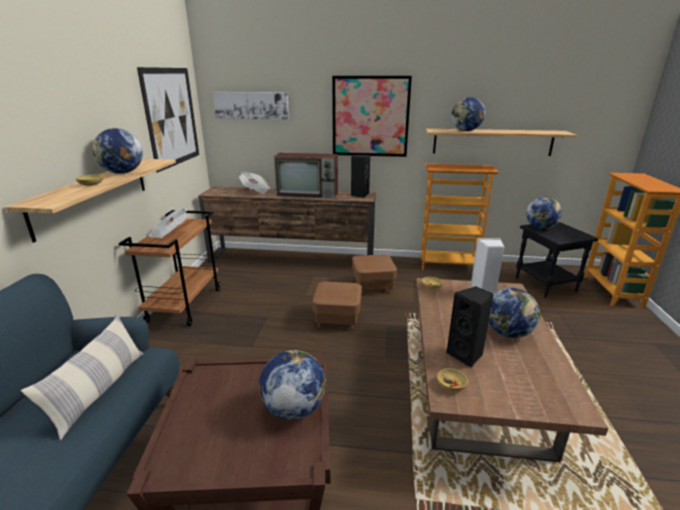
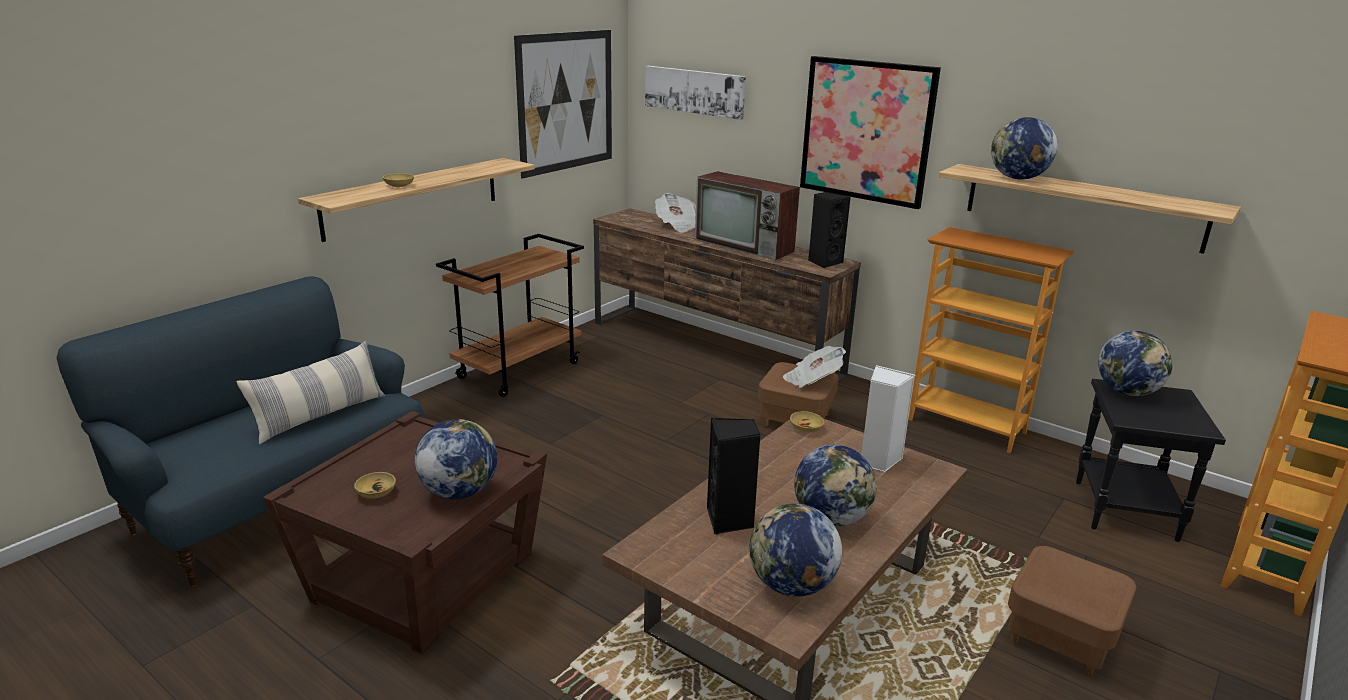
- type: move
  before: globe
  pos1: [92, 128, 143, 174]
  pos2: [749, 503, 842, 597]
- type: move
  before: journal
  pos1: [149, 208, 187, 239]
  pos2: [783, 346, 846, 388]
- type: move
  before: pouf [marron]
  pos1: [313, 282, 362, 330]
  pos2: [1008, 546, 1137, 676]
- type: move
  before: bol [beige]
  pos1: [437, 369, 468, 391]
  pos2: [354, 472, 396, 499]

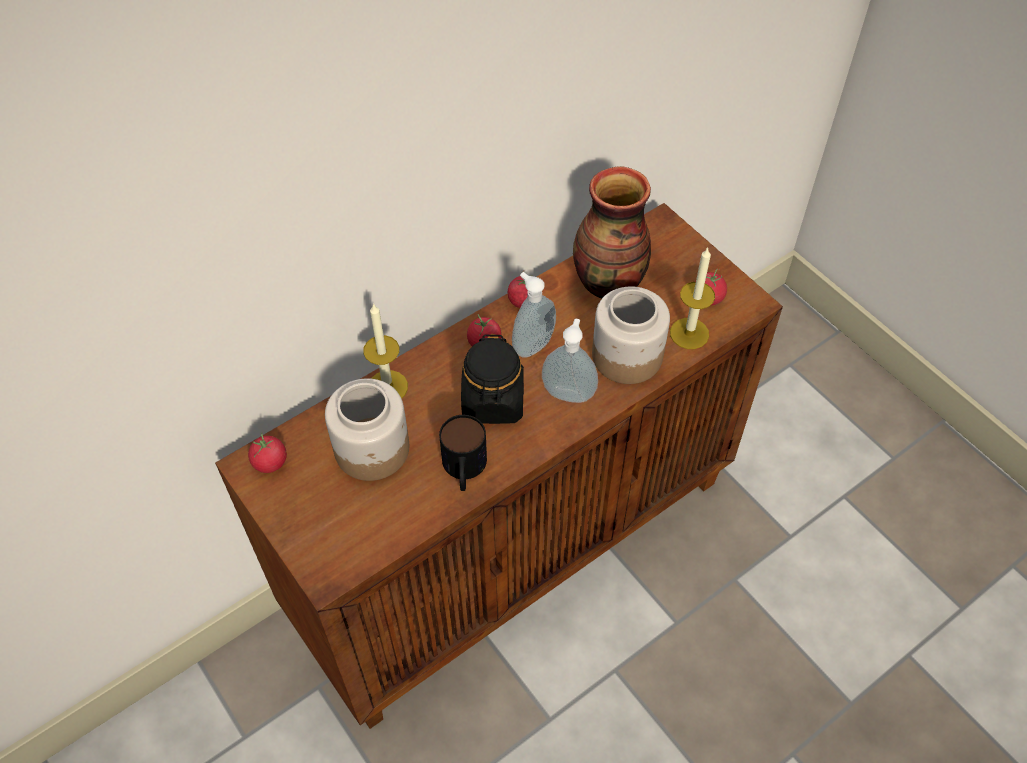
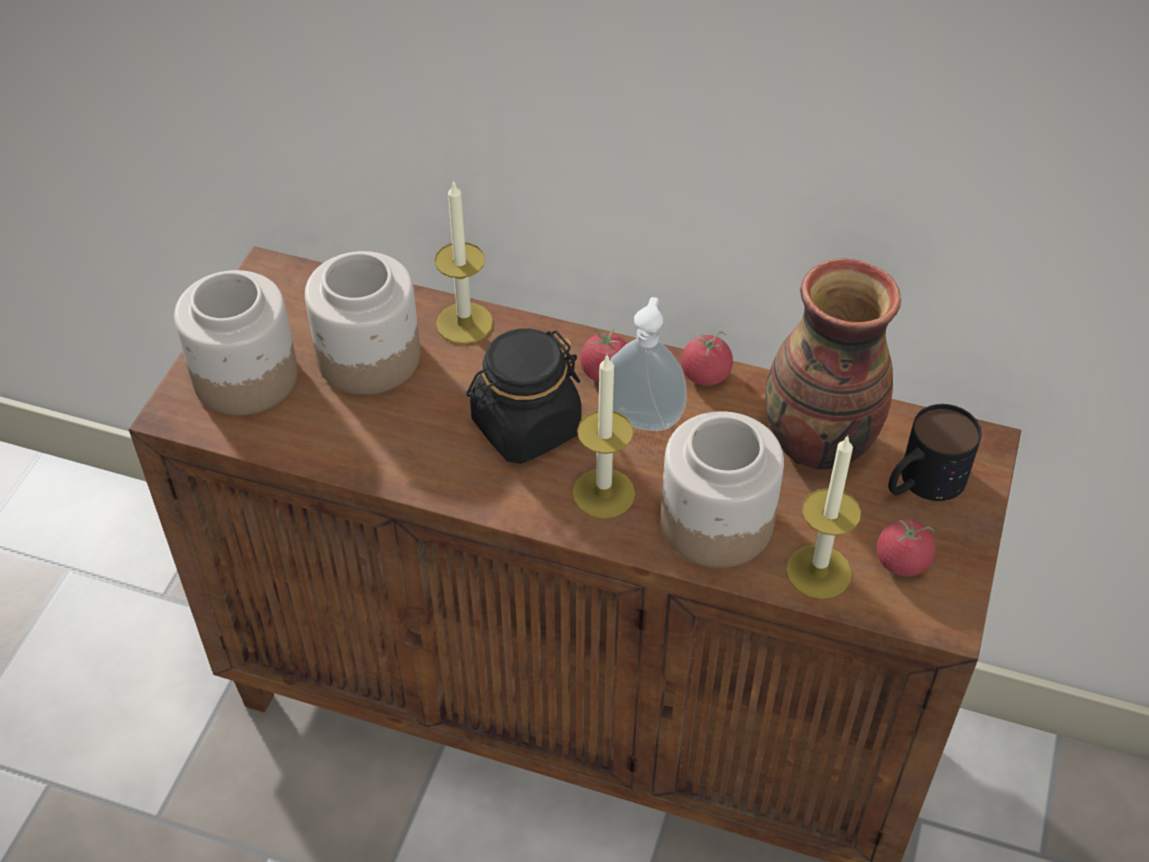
- type: delete
  before: tomate
  pos1: [248, 433, 287, 473]
- type: move
  before: mug
  pos1: [439, 415, 487, 491]
  pos2: [888, 404, 982, 501]
- type: replace
  before: distributeur de savon
  after: bougie
  pos1: [542, 318, 598, 403]
  pos2: [572, 356, 635, 519]
- type: insert
  after: bocal
  pos2: [174, 270, 298, 415]

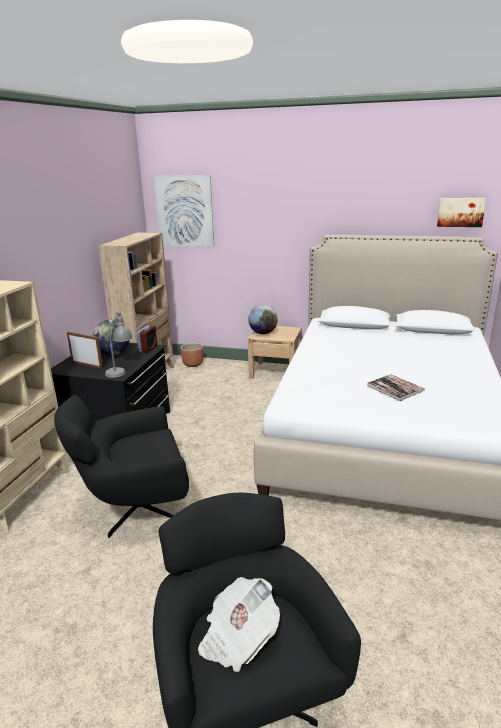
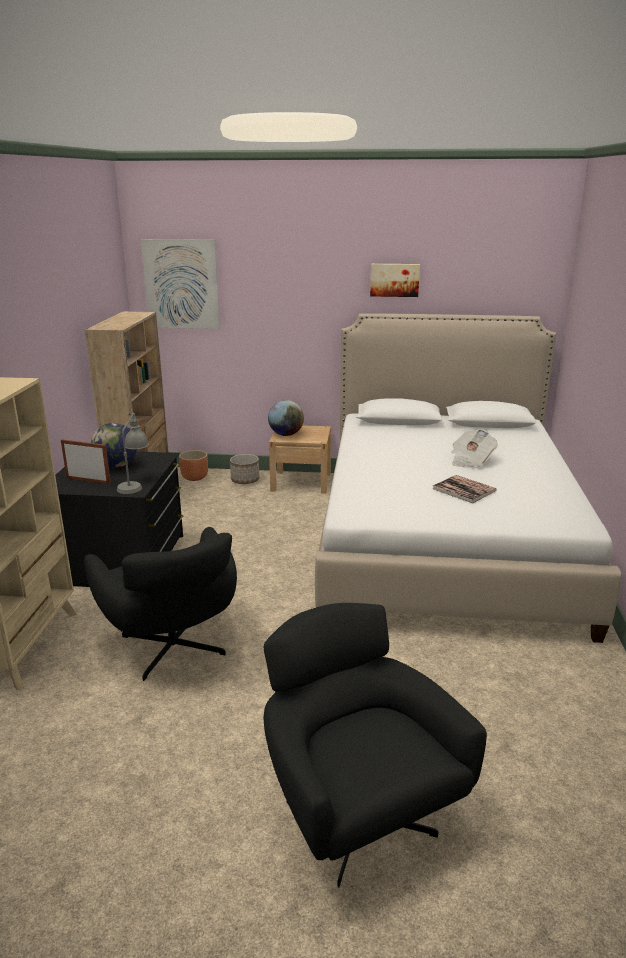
- type: rotate
  before: fauteuil [noir]
  pos1: [54, 395, 189, 538]
  pos2: [84, 527, 237, 681]
  turn: -90
- type: delete
  before: réveil
  pos1: [137, 325, 157, 353]
- type: move
  before: journal
  pos1: [198, 577, 280, 672]
  pos2: [451, 429, 498, 467]
- type: move
  before: tableau
  pos1: [437, 198, 486, 227]
  pos2: [370, 264, 420, 297]
- type: insert
  after: cache-pot
  pos2: [230, 454, 259, 484]

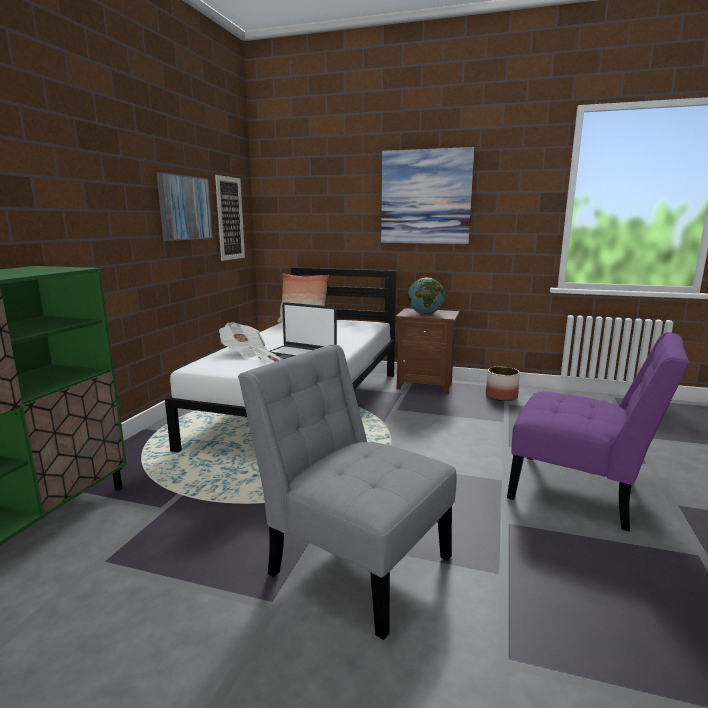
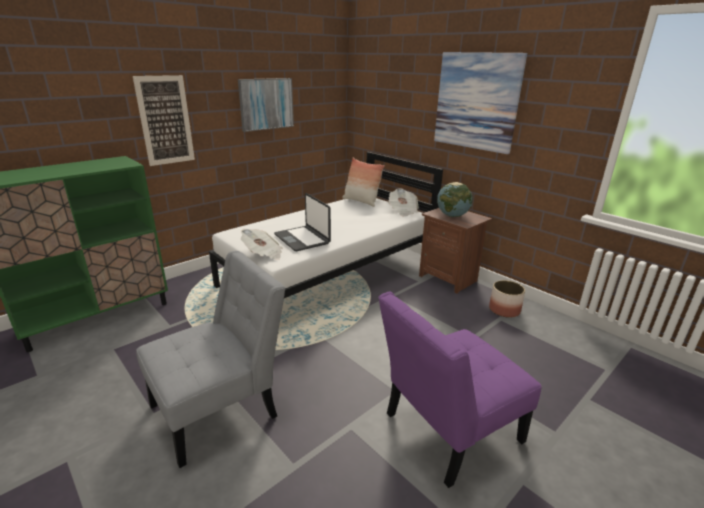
- type: move
  before: tableau
  pos1: [215, 175, 245, 261]
  pos2: [133, 75, 195, 166]
- type: move
  before: journal
  pos1: [219, 322, 267, 358]
  pos2: [388, 188, 419, 217]
- type: rotate
  before: chaise [gris]
  pos1: [238, 345, 456, 640]
  pos2: [136, 251, 286, 468]
  turn: 75
- type: rotate
  before: chaise [violet]
  pos1: [507, 332, 689, 532]
  pos2: [378, 292, 542, 488]
  turn: 90

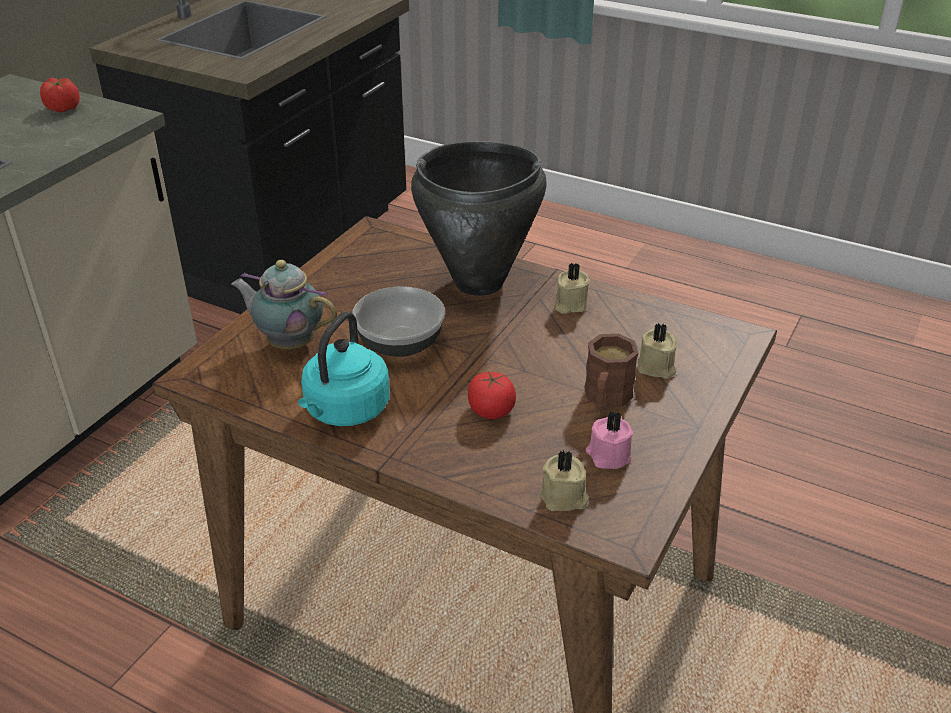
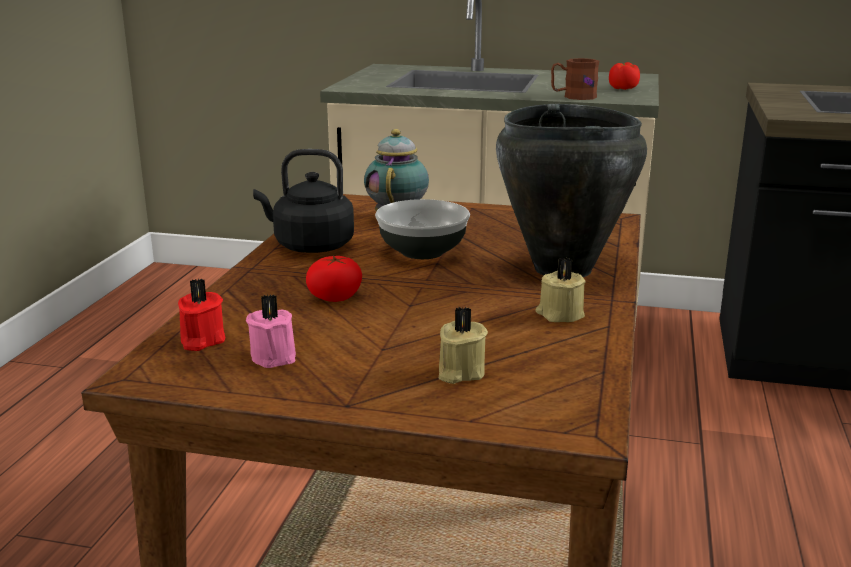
- type: recolor
  before: bouilloire [turquoise]
  after: bouilloire [noir]
  pos1: [298, 311, 390, 426]
  pos2: [253, 149, 354, 253]
- type: recolor
  before: bougie [beige]
  after: bougie [rouge]
  pos1: [540, 450, 589, 511]
  pos2: [178, 279, 225, 351]
- type: move
  before: mug [marron]
  pos1: [584, 334, 638, 410]
  pos2: [551, 58, 599, 100]

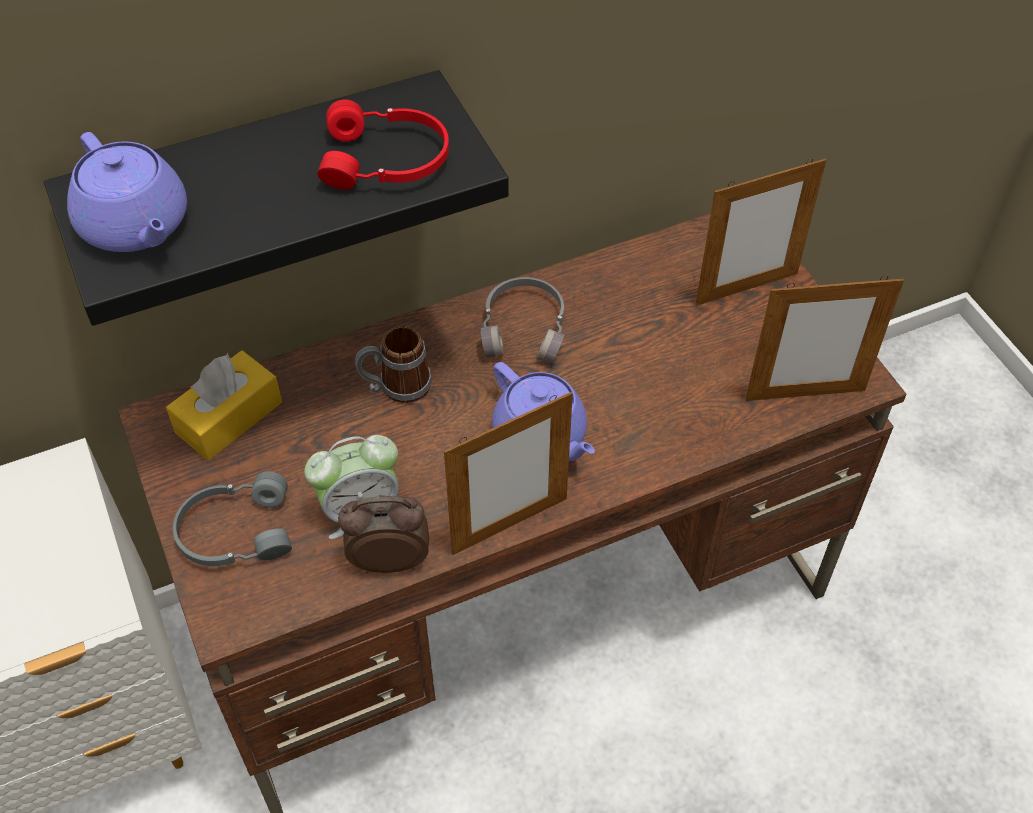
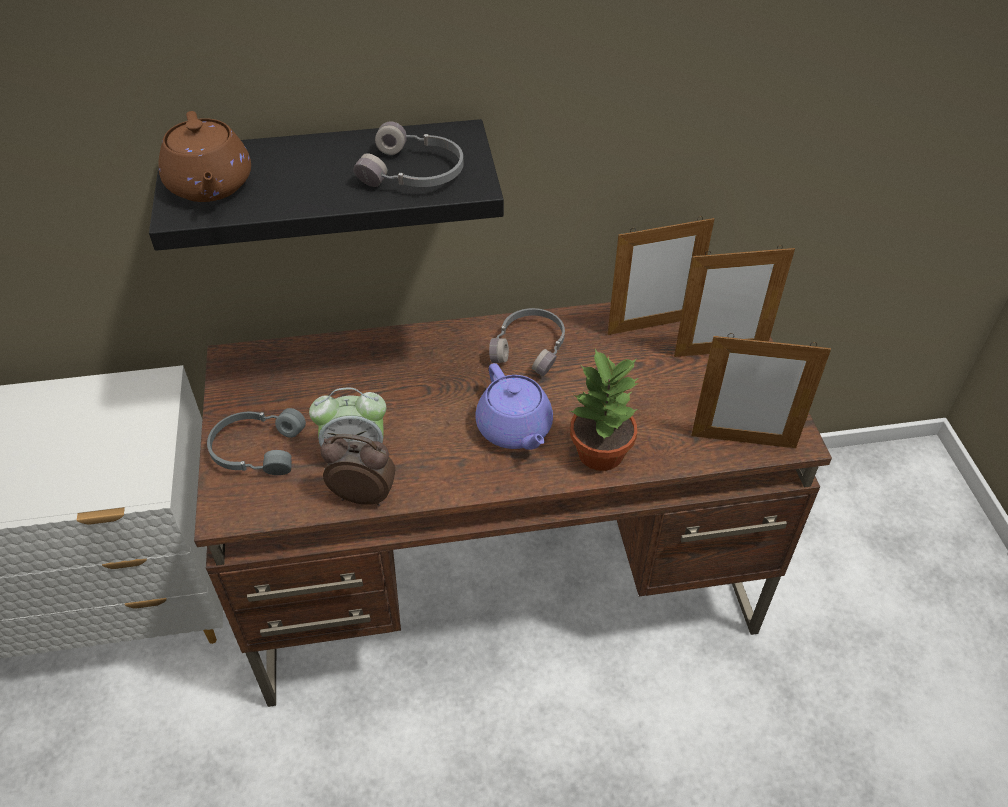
- type: recolor
  before: théière [violet]
  after: théière [marron]
  pos1: [67, 132, 187, 252]
  pos2: [158, 111, 251, 202]
- type: delete
  before: boîte à mouchoirs [jaune]
  pos1: [166, 350, 282, 460]
- type: recolor
  before: casque audio [rouge]
  after: casque audio [gris]
  pos1: [317, 99, 449, 189]
  pos2: [353, 121, 464, 187]
- type: delete
  before: mug
  pos1: [355, 326, 432, 403]
- type: move
  before: cadre photo
  pos1: [444, 392, 573, 555]
  pos2: [608, 216, 714, 335]
- type: insert
  after: plante en pot
  pos2: [570, 349, 639, 471]

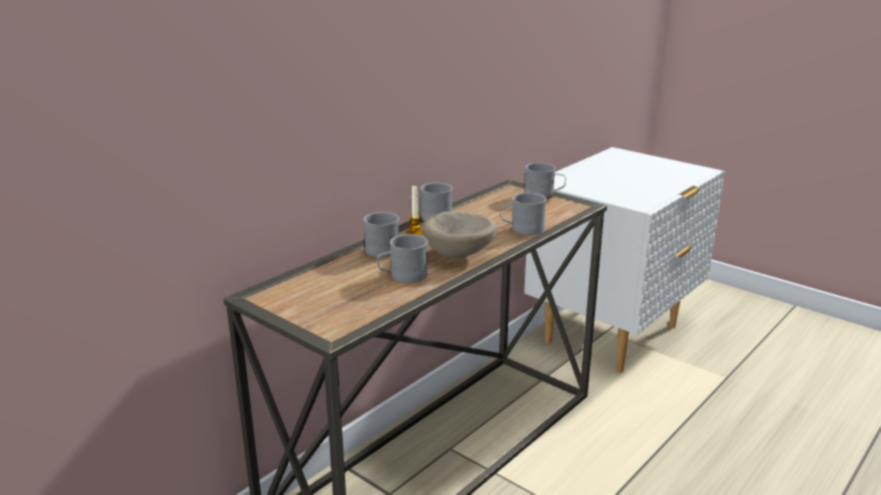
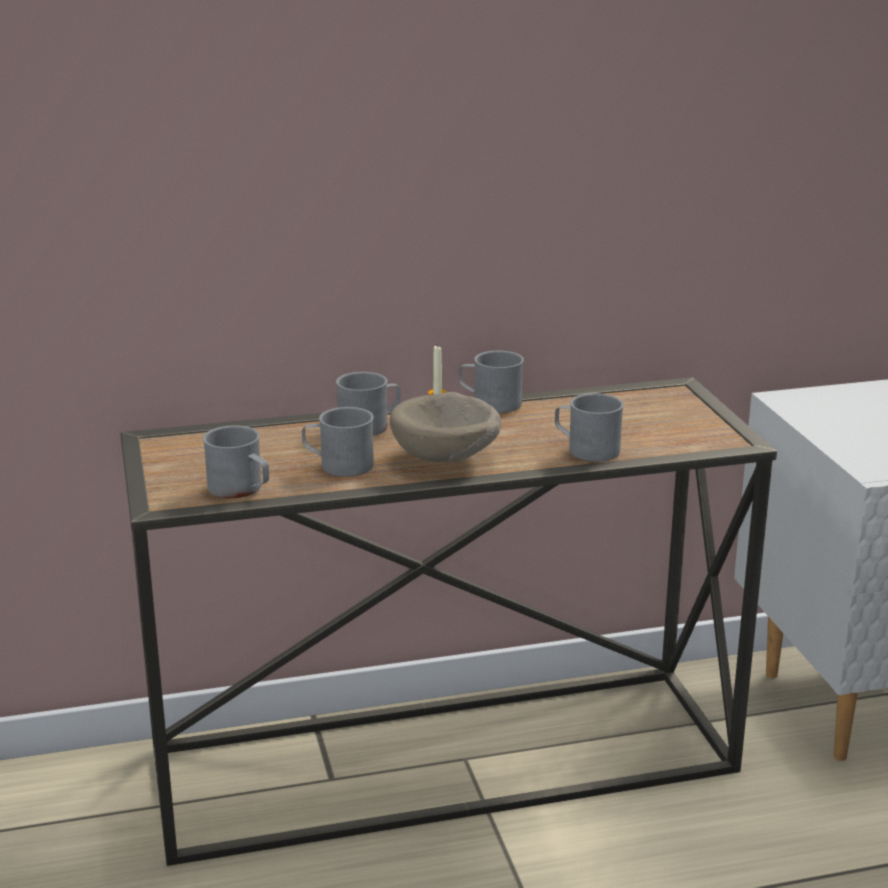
- type: move
  before: mug [gris]
  pos1: [525, 163, 566, 199]
  pos2: [203, 425, 269, 498]

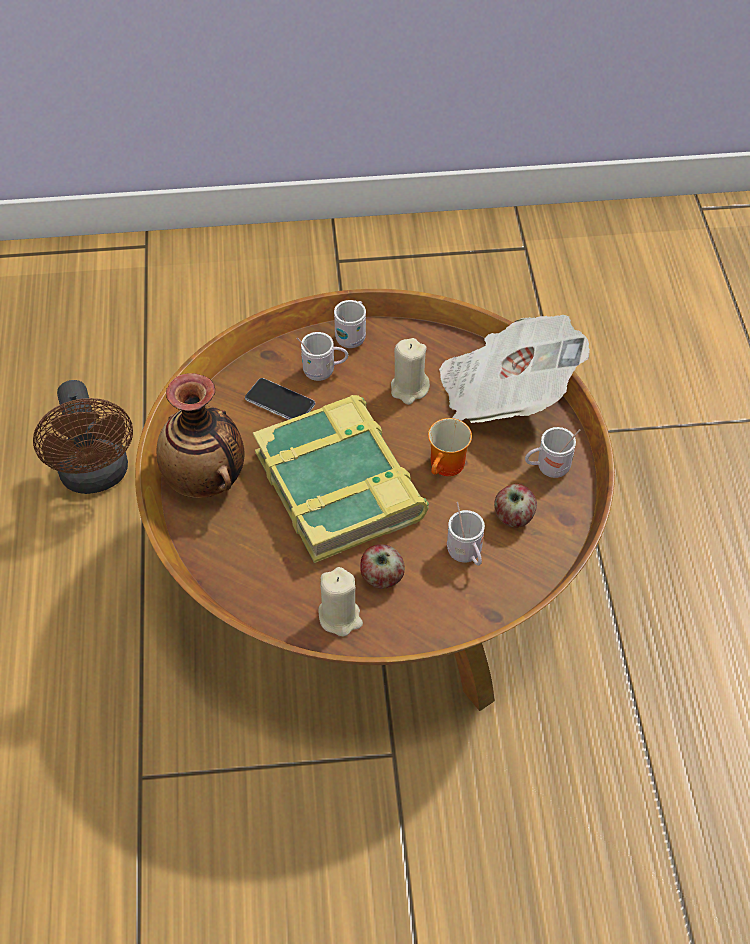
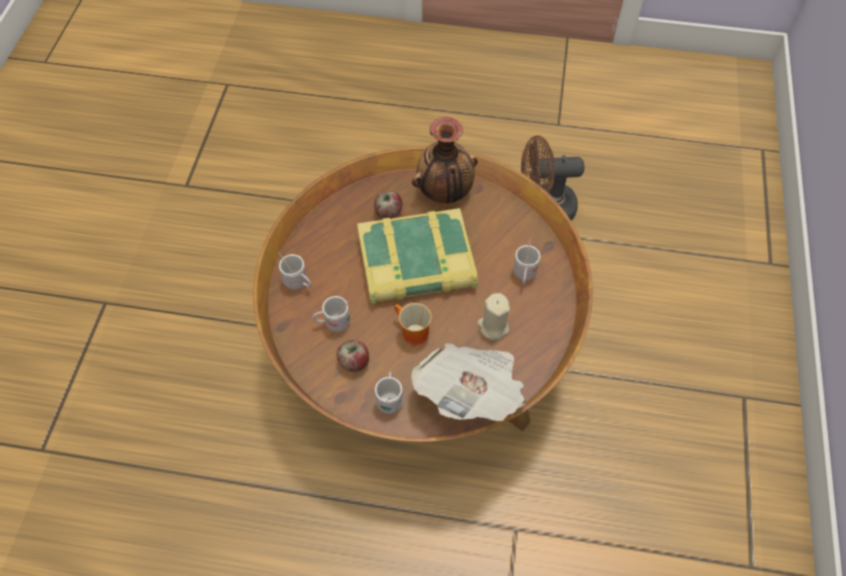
- type: delete
  before: téléphone
  pos1: [245, 378, 315, 420]
- type: delete
  before: bougie [beige]
  pos1: [318, 567, 363, 636]
- type: move
  before: mug [blanc]
  pos1: [334, 300, 366, 348]
  pos2: [279, 252, 312, 290]
- type: move
  before: pomme
  pos1: [360, 544, 405, 589]
  pos2: [374, 191, 402, 219]

